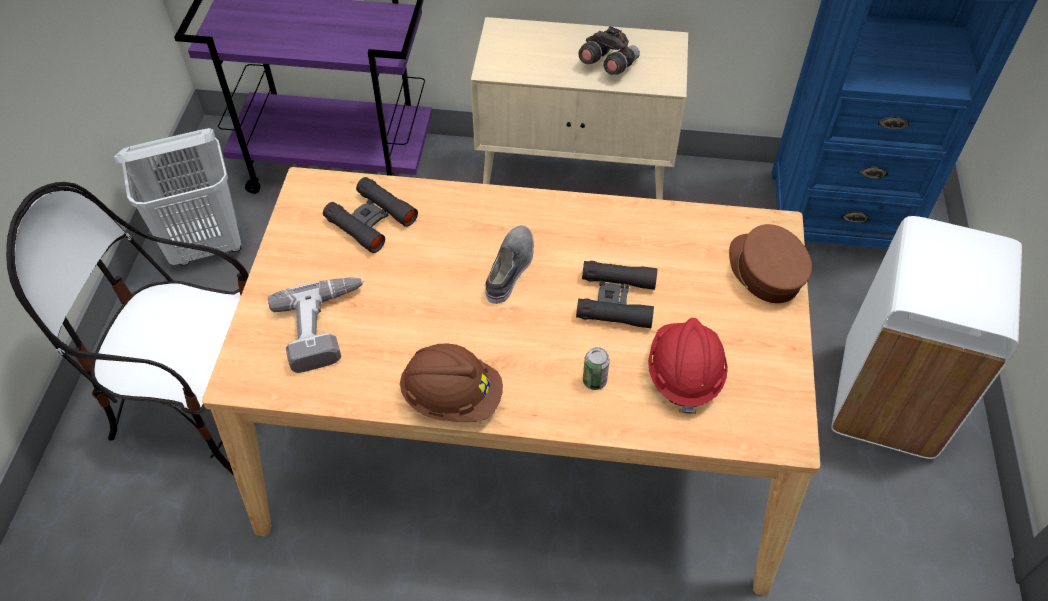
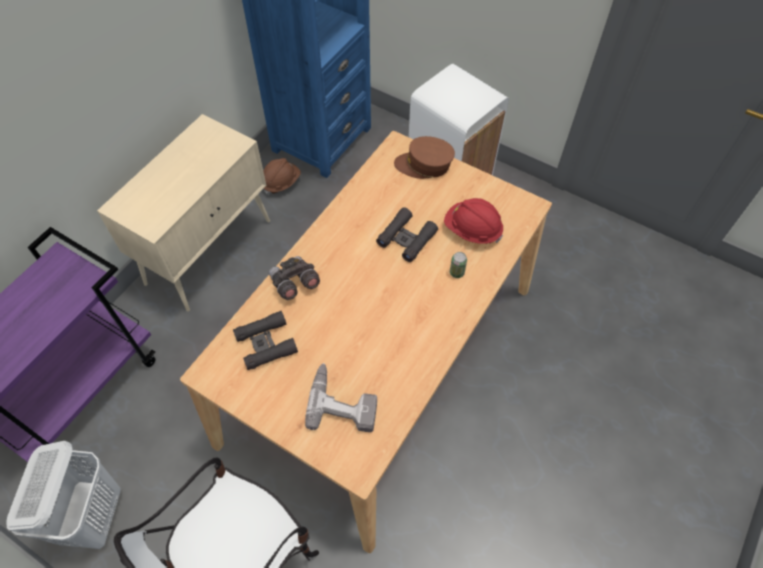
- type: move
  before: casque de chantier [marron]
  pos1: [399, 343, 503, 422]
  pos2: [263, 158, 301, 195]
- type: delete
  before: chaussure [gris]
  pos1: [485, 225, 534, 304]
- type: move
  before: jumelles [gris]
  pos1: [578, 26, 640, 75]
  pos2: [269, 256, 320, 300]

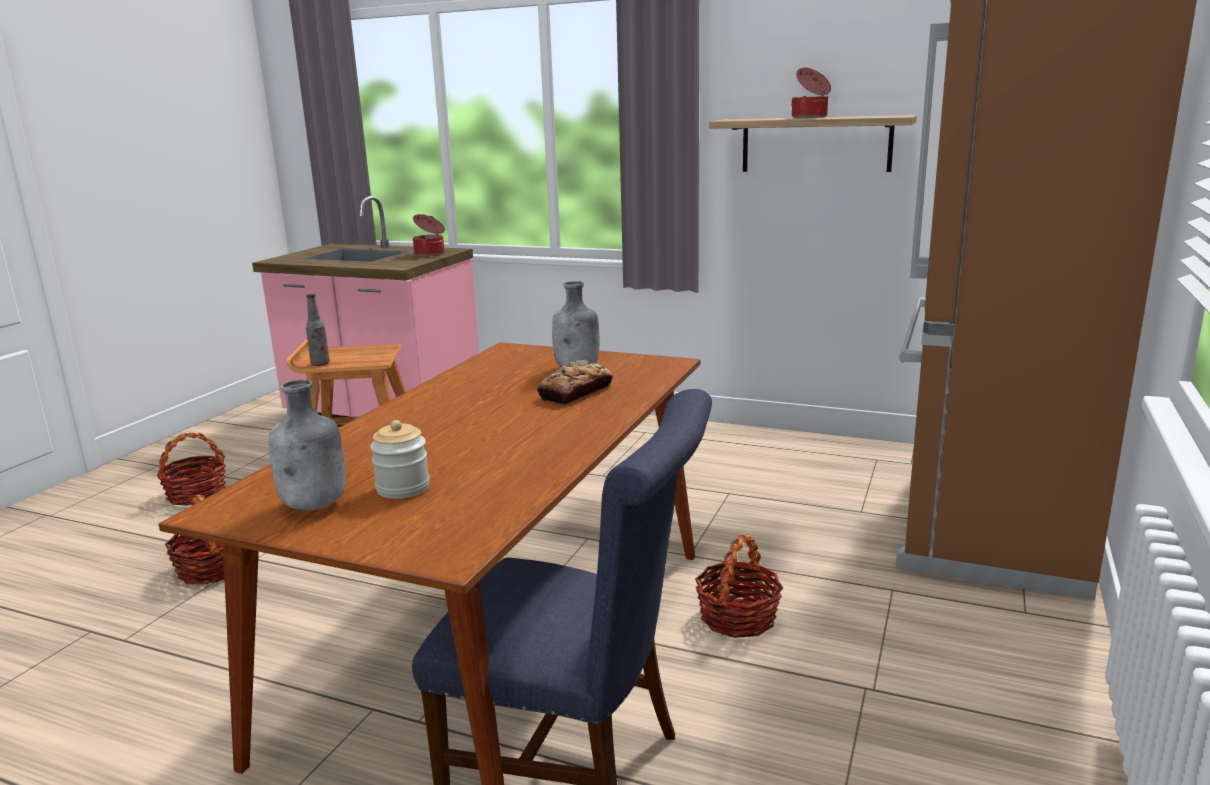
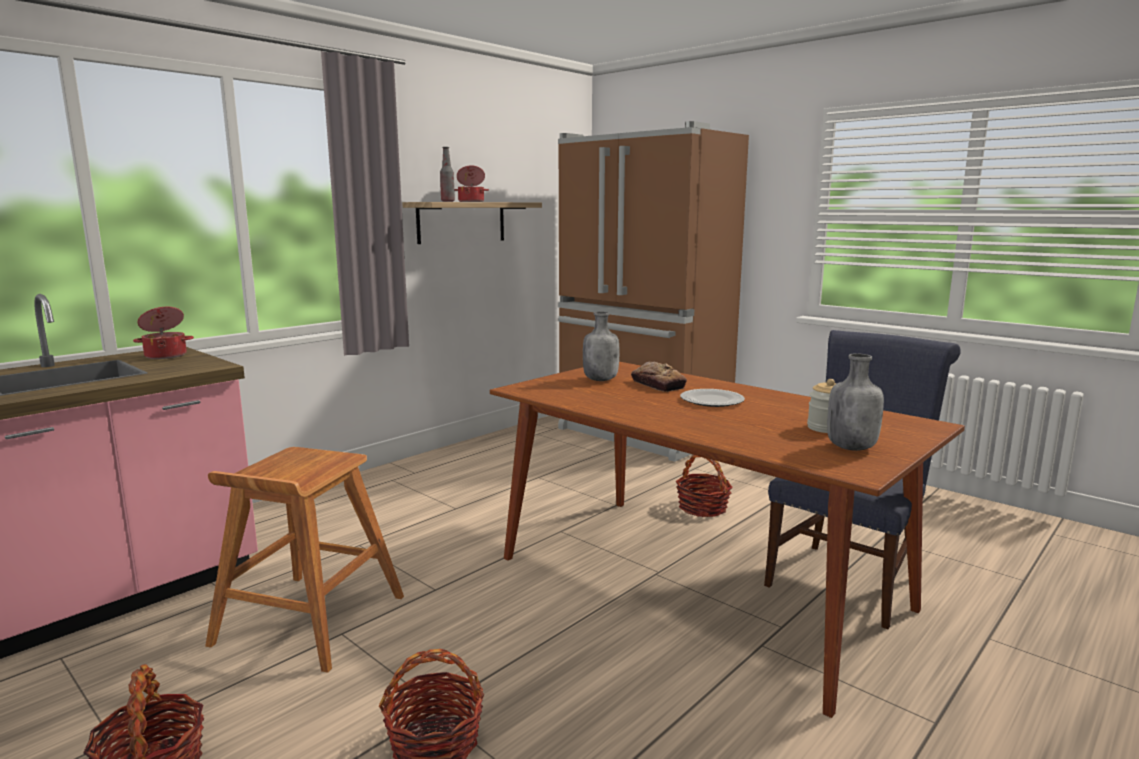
- type: move
  before: bouteille
  pos1: [306, 294, 330, 366]
  pos2: [440, 147, 455, 202]
- type: insert
  after: assiette
  pos2: [680, 389, 745, 407]

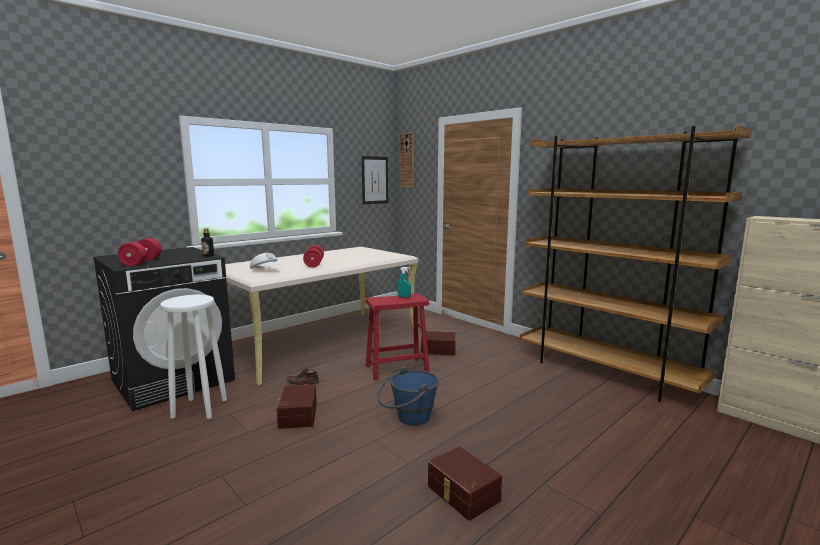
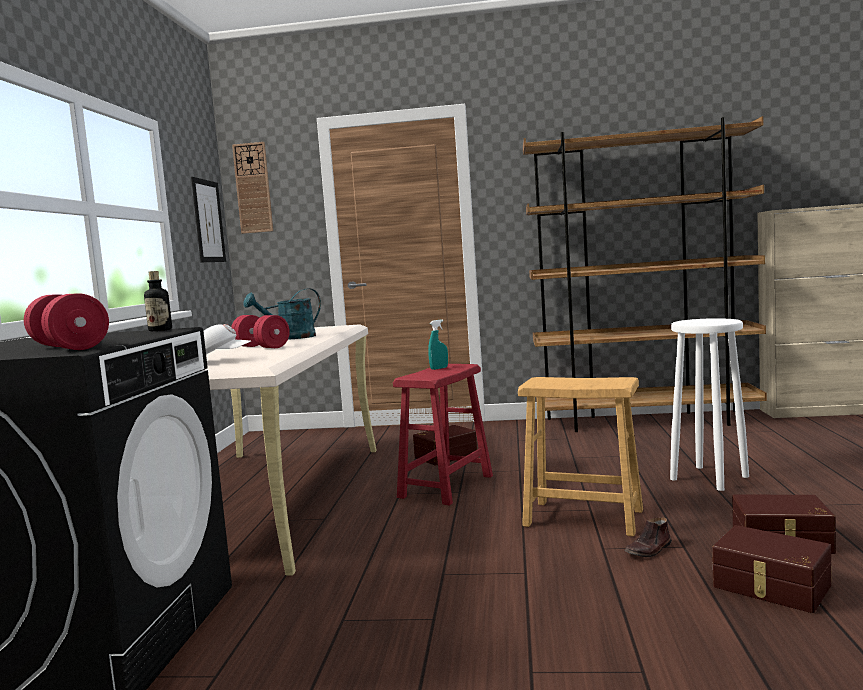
- type: move
  before: tabouret [blanc]
  pos1: [160, 295, 227, 419]
  pos2: [670, 318, 749, 491]
- type: move
  before: boîte de rangement [marron]
  pos1: [276, 385, 317, 429]
  pos2: [712, 525, 831, 613]
- type: move
  before: chaussure [marron]
  pos1: [286, 369, 319, 385]
  pos2: [624, 517, 672, 557]
- type: replace
  before: seau [bleu]
  after: tabouret [marron]
  pos1: [377, 366, 439, 426]
  pos2: [518, 377, 643, 537]
- type: insert
  after: arrosoir [turquoise]
  pos2: [243, 289, 321, 339]

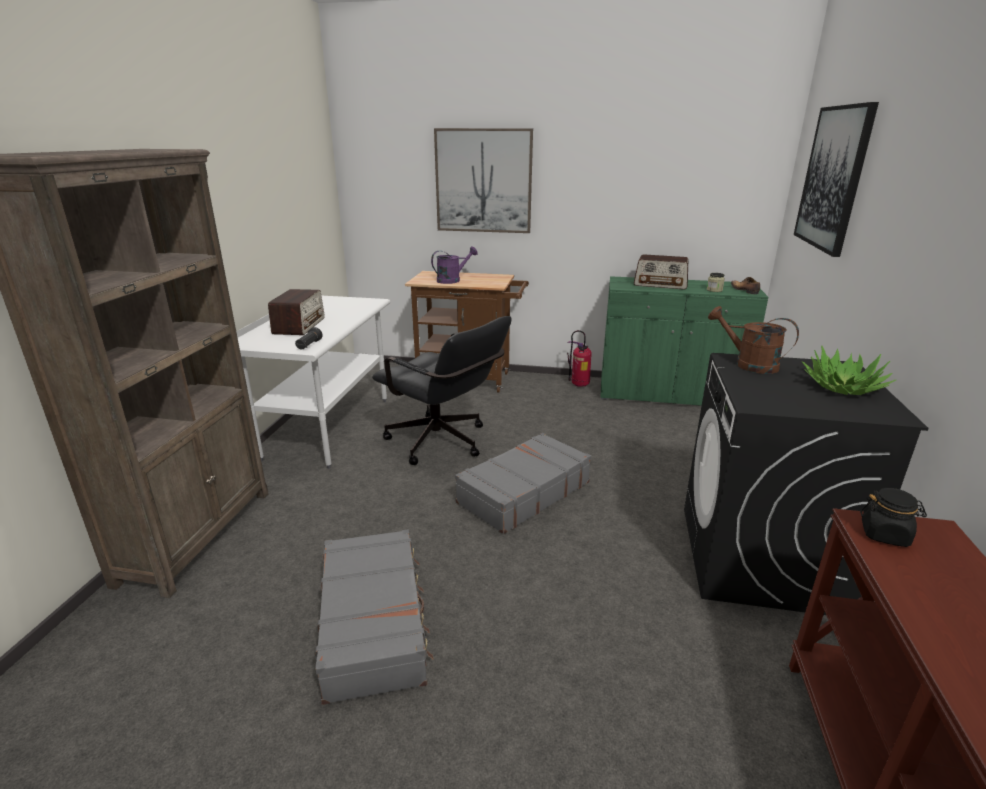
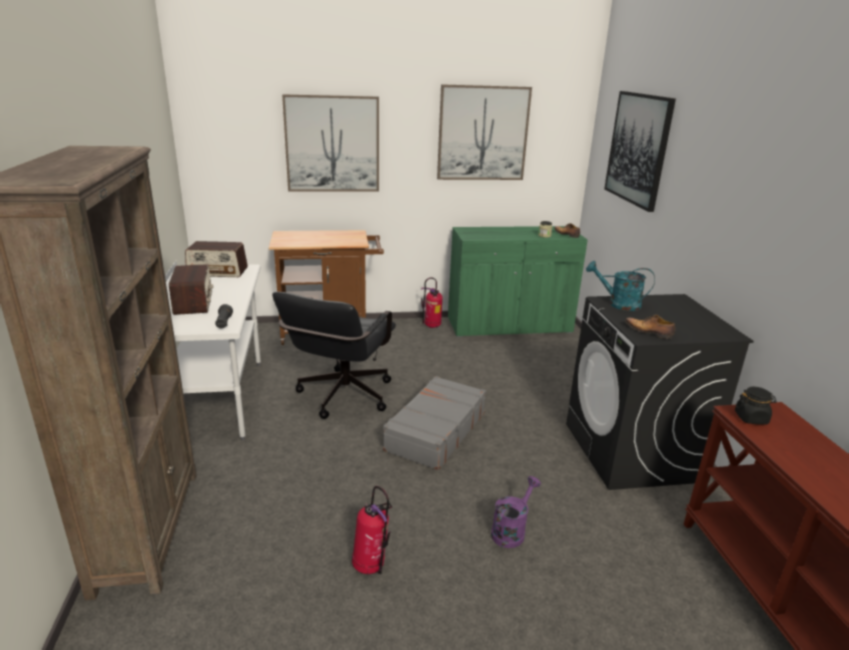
- type: replace
  before: valise [gris]
  after: extincteur
  pos1: [315, 529, 434, 705]
  pos2: [352, 486, 392, 574]
- type: rotate
  before: chaise de bureau [noir]
  pos1: [372, 316, 511, 465]
  pos2: [272, 292, 396, 419]
  turn: 90
- type: move
  before: arrosoir [violet]
  pos1: [431, 246, 478, 284]
  pos2: [491, 476, 541, 548]
- type: move
  before: radio
  pos1: [634, 254, 688, 290]
  pos2: [185, 241, 248, 277]
- type: recolor
  before: arrosoir [marron]
  after: arrosoir [turquoise]
  pos1: [708, 306, 799, 374]
  pos2: [586, 261, 655, 311]
- type: delete
  before: plante en pot
  pos1: [801, 345, 896, 395]
- type: insert
  after: tableau
  pos2: [437, 84, 532, 180]
- type: insert
  after: chaussure
  pos2: [625, 315, 675, 339]

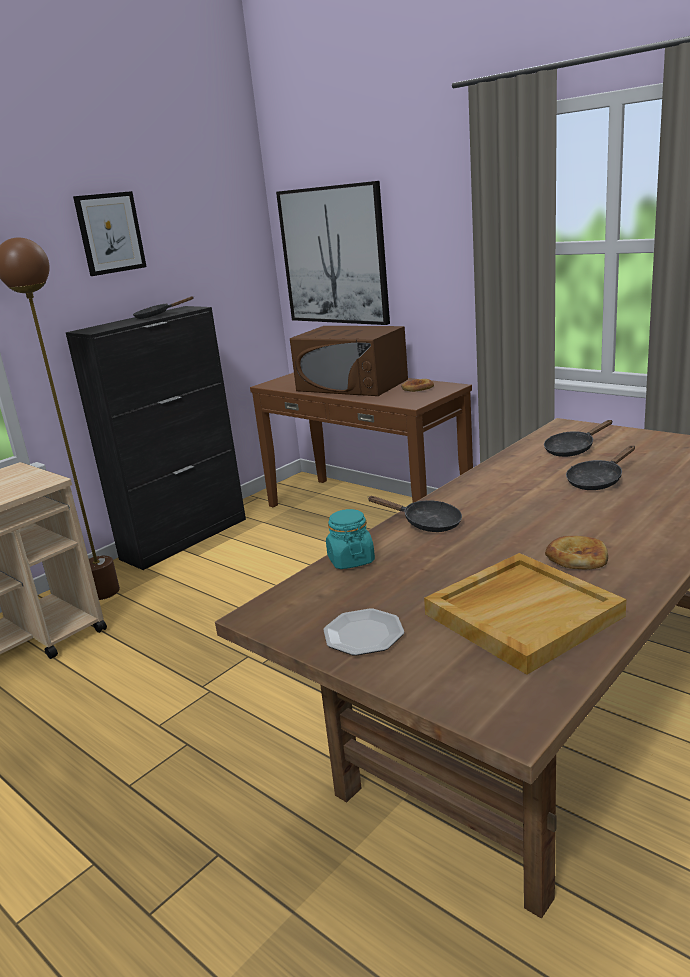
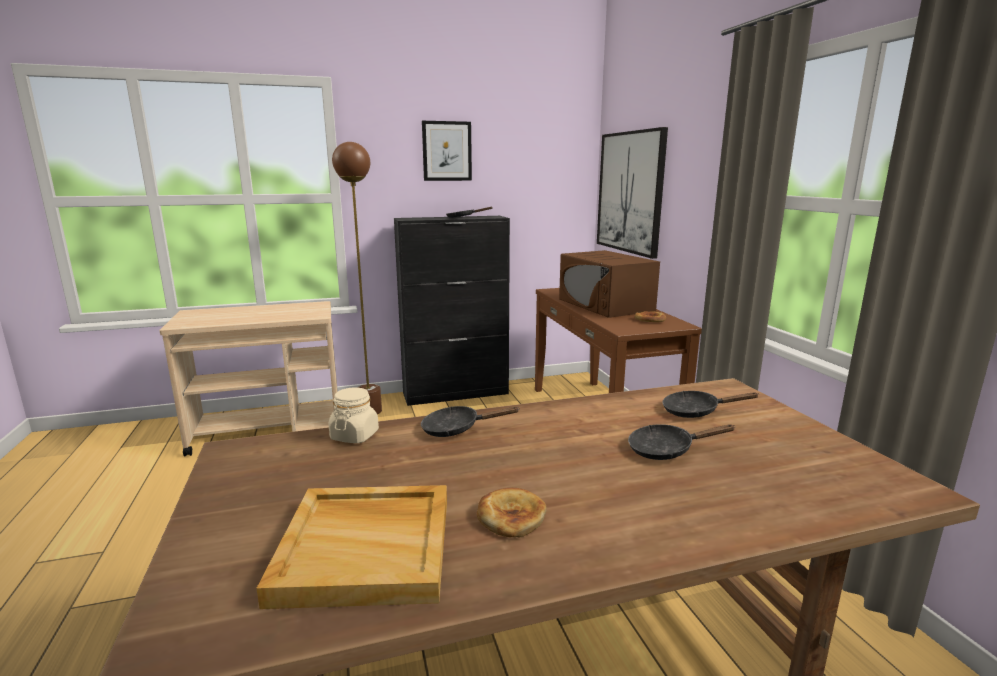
- type: delete
  before: assiette
  pos1: [323, 608, 404, 656]
- type: recolor
  before: bocal [turquoise]
  after: bocal [beige]
  pos1: [326, 509, 375, 569]
  pos2: [328, 387, 379, 443]
- type: rotate
  before: poêle [noir]
  pos1: [367, 496, 462, 532]
  pos2: [421, 406, 520, 437]
  turn: 120

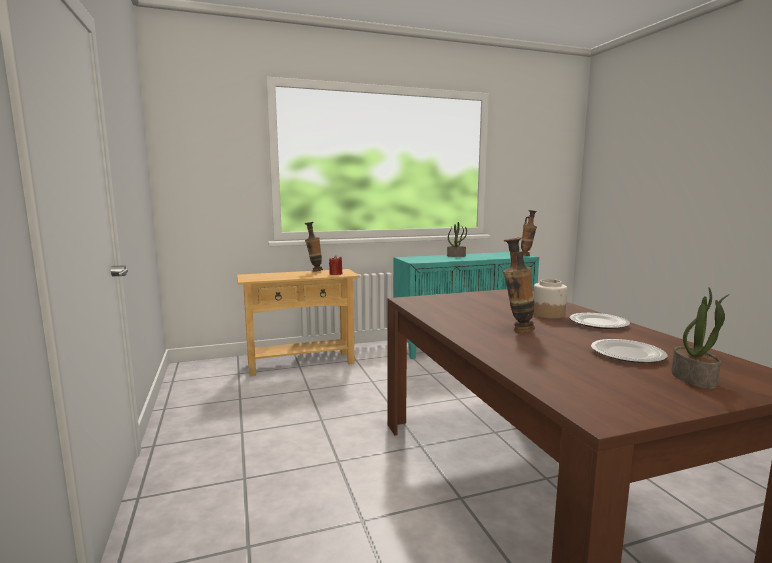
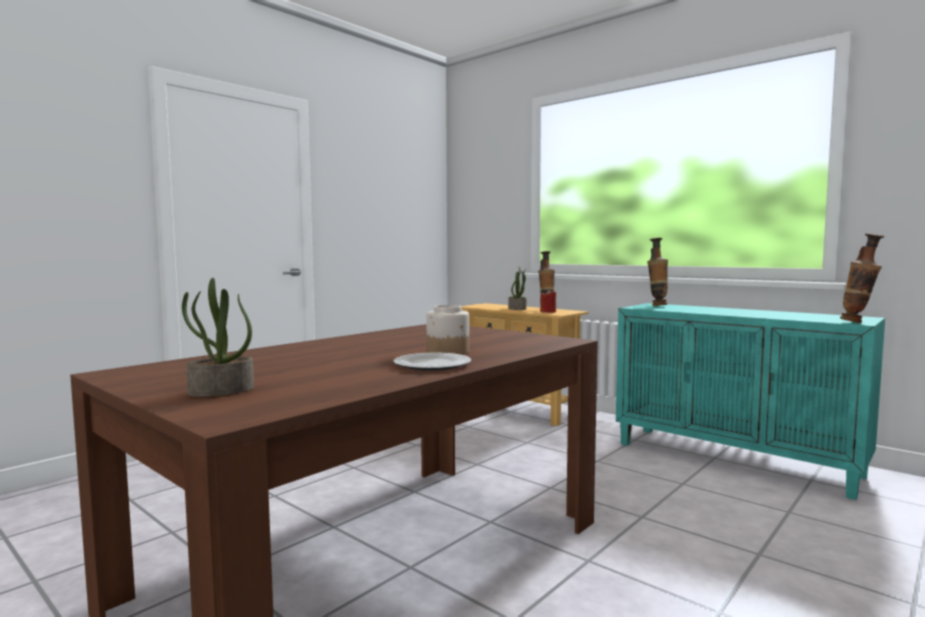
- type: move
  before: plante en pot
  pos1: [447, 222, 467, 257]
  pos2: [508, 267, 527, 310]
- type: move
  before: vase
  pos1: [503, 237, 535, 333]
  pos2: [647, 238, 668, 306]
- type: delete
  before: assiette
  pos1: [591, 339, 667, 363]

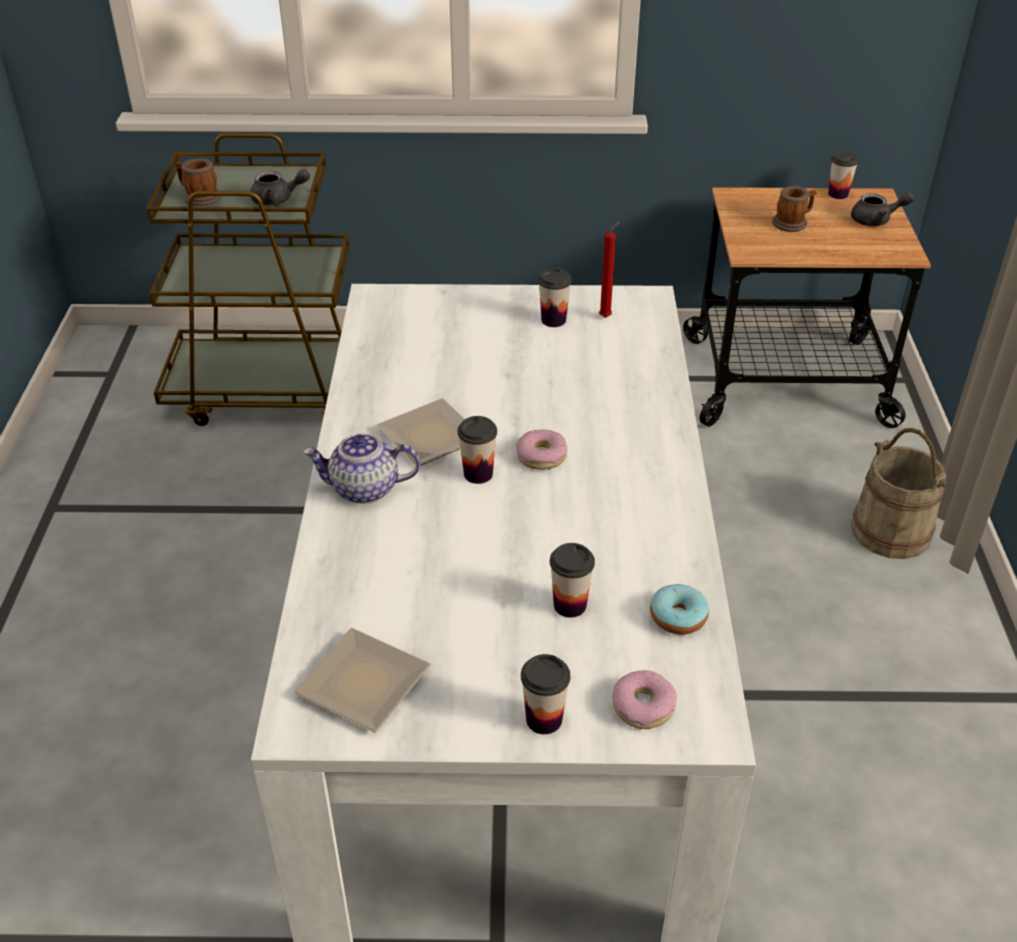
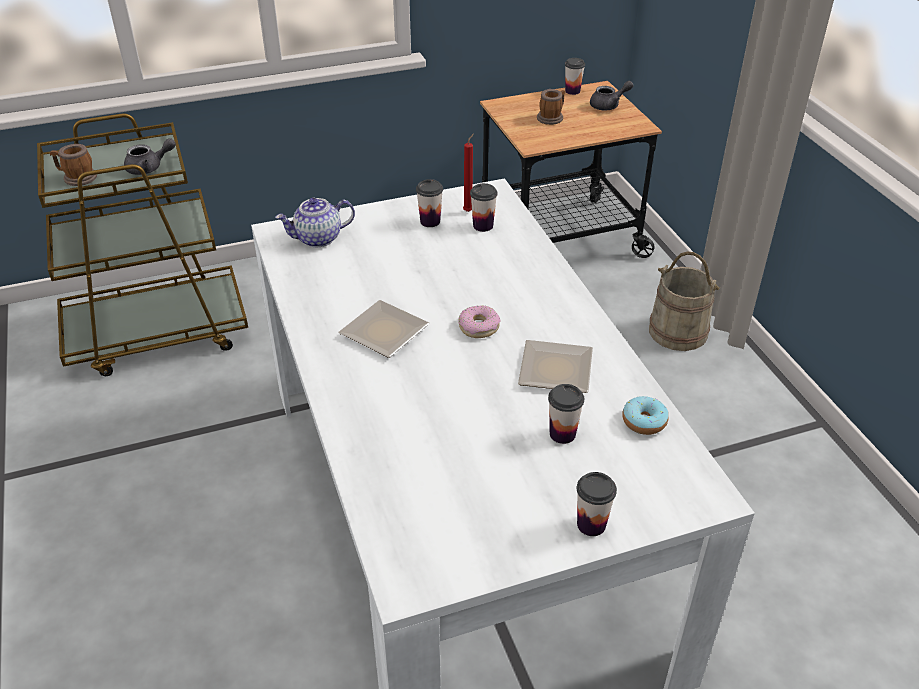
- type: move
  before: assiette
  pos1: [294, 628, 431, 733]
  pos2: [518, 340, 593, 393]
- type: move
  before: théière
  pos1: [303, 433, 420, 504]
  pos2: [275, 198, 355, 247]
- type: move
  before: tasse
  pos1: [457, 416, 497, 484]
  pos2: [470, 183, 497, 232]
- type: delete
  before: beignet
  pos1: [612, 670, 677, 729]

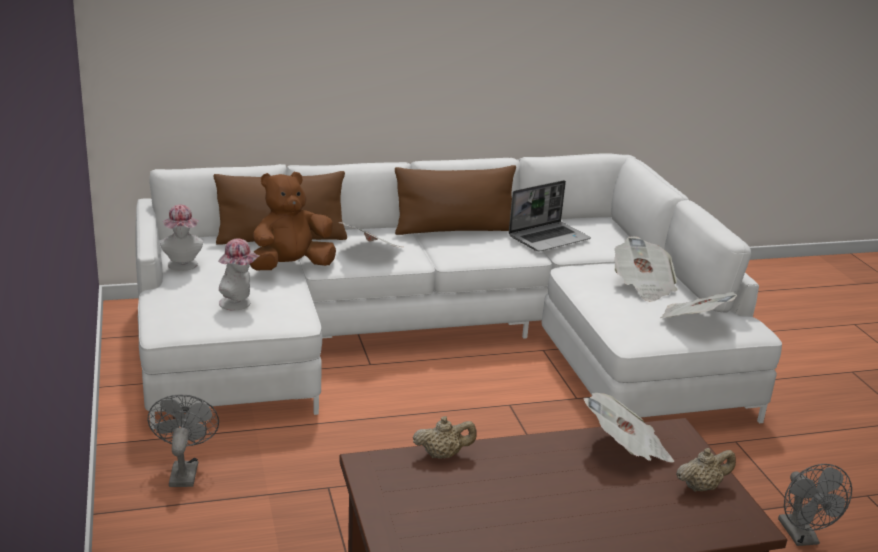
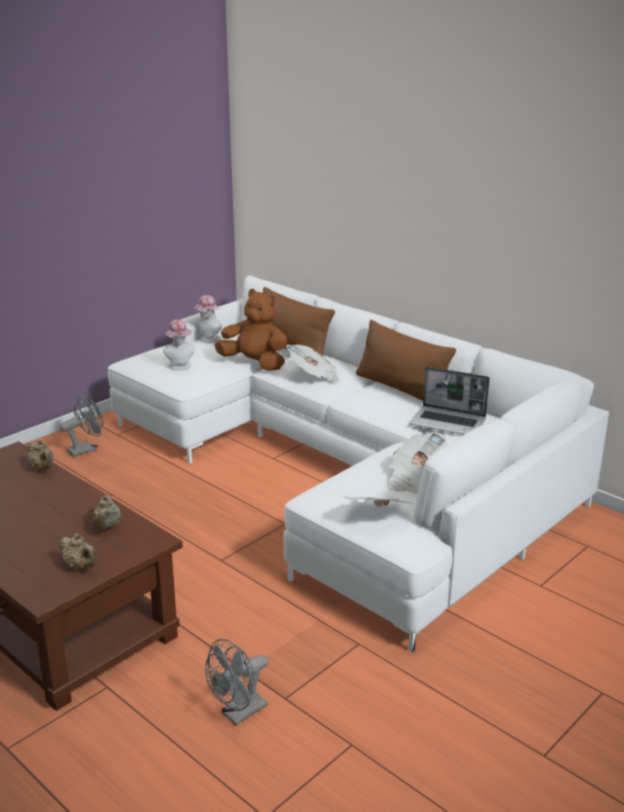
- type: replace
  before: journal
  after: théière [beige]
  pos1: [584, 393, 674, 463]
  pos2: [93, 495, 121, 530]

